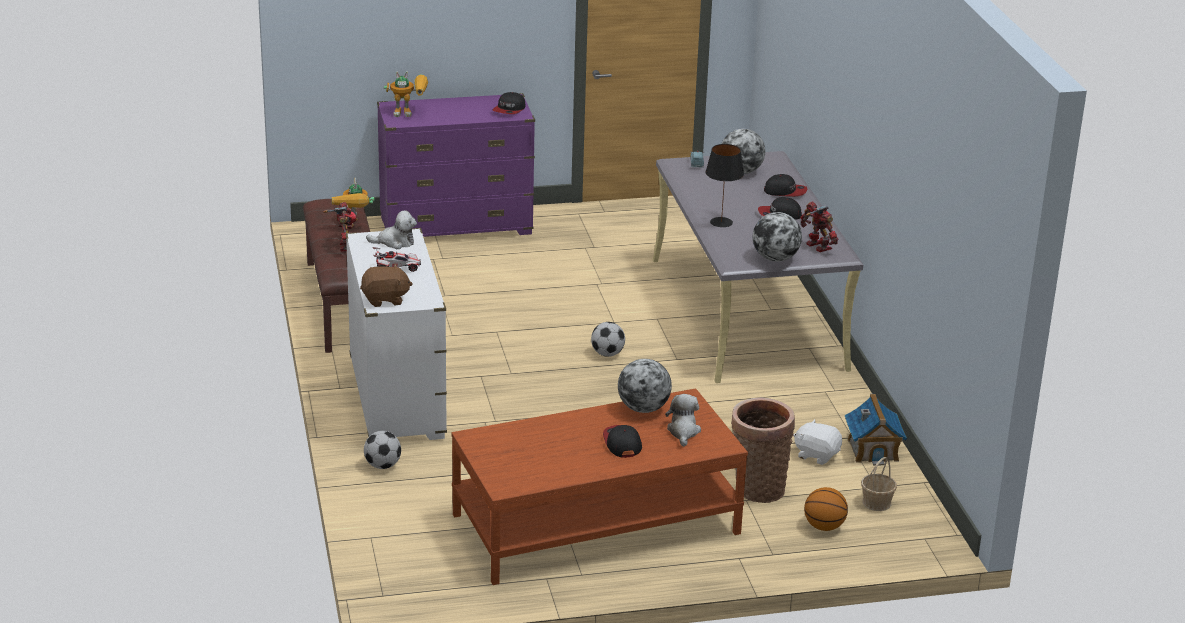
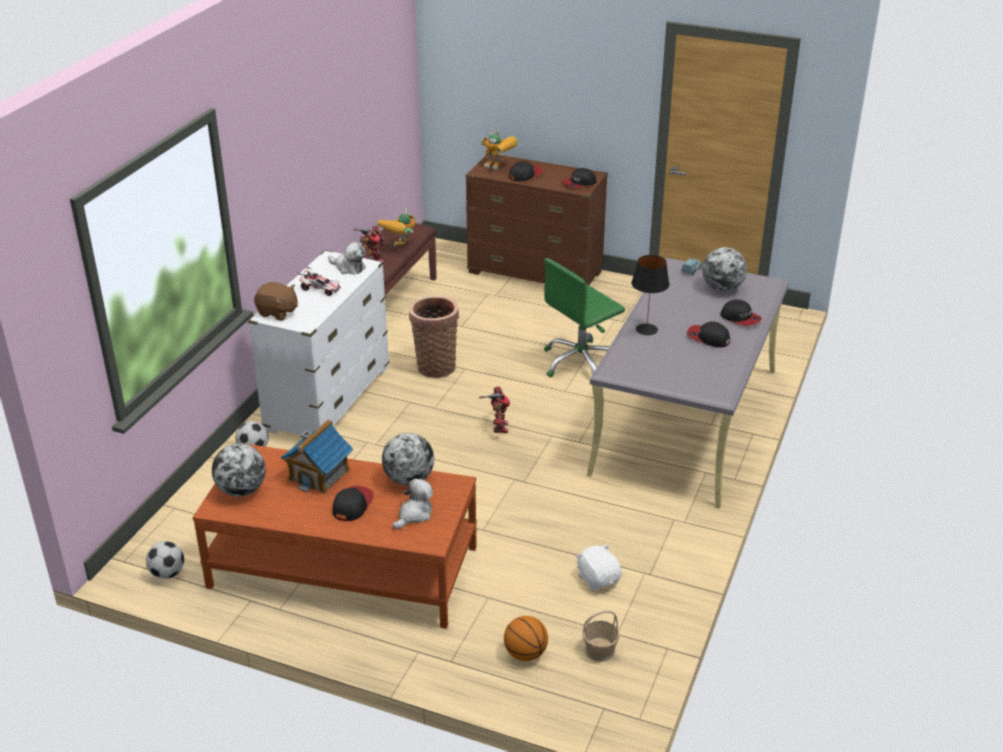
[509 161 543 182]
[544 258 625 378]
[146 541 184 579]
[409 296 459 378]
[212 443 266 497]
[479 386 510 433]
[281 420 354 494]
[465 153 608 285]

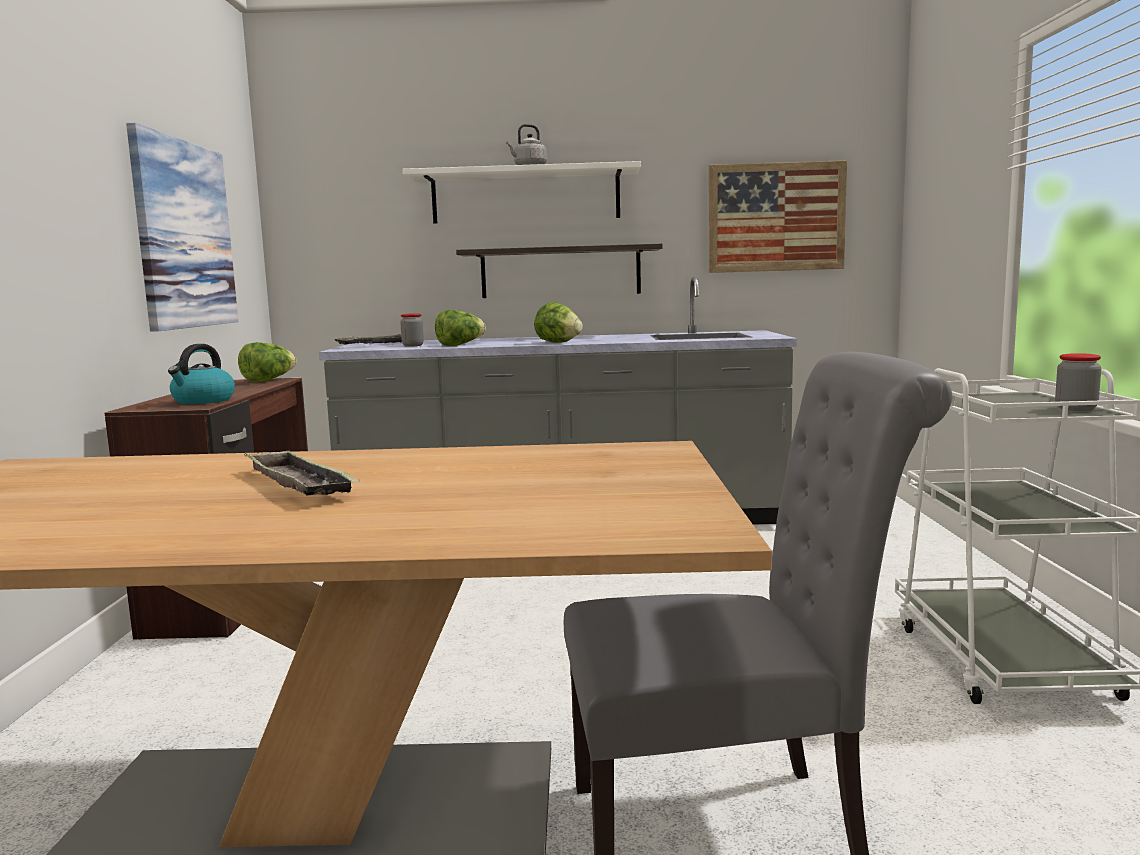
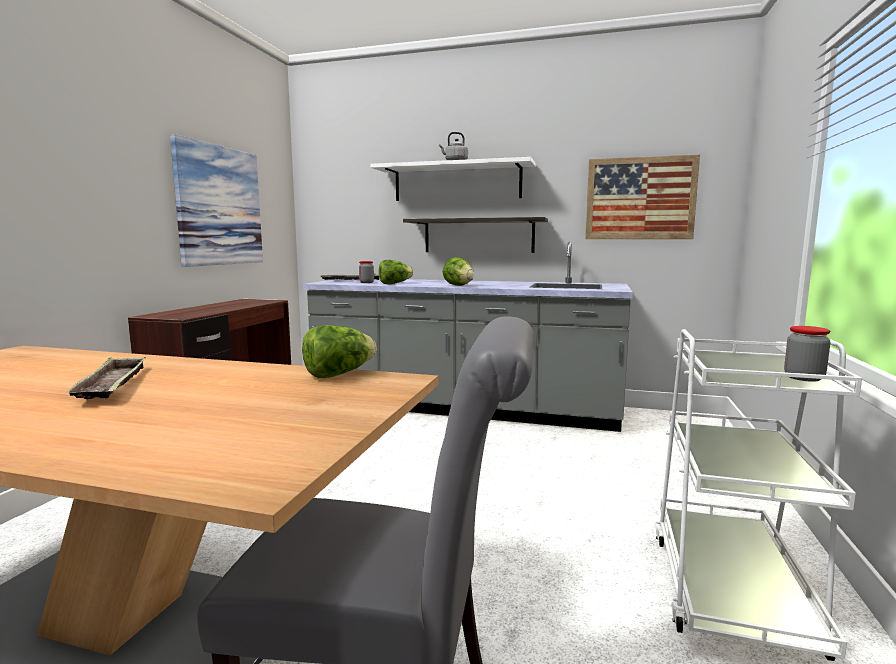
[168 344 235 404] (first image)
[302 325 376 378]

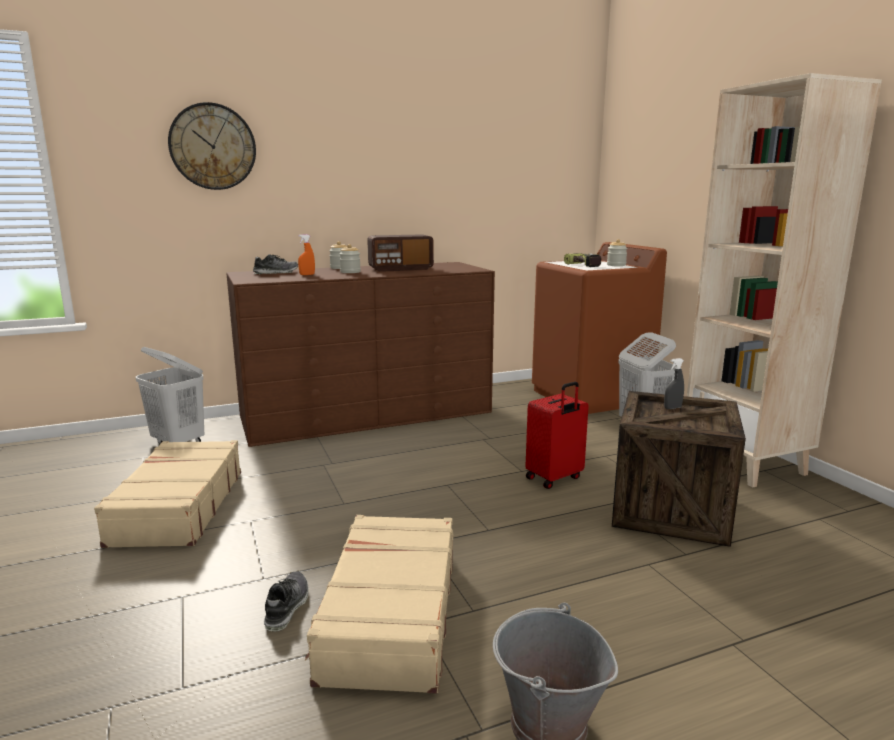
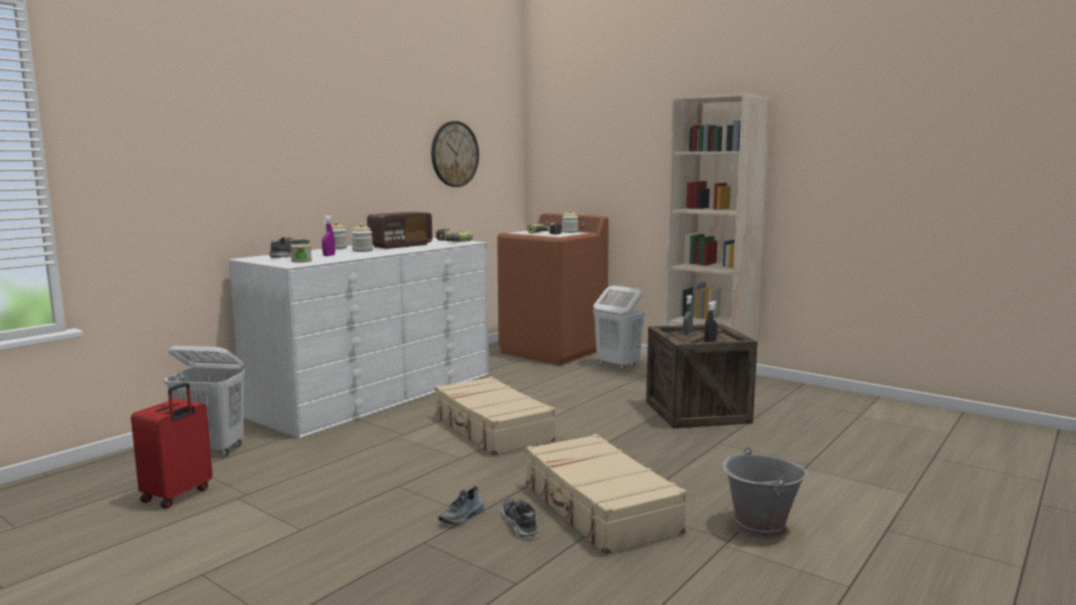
[290 240 312 263]
[436 229 473 242]
[438 486 485 525]
[704 301 717 342]
[435 376 556 455]
[431 121 479 187]
[131 382 213 509]
[229 237 489 438]
[322 215 335 256]

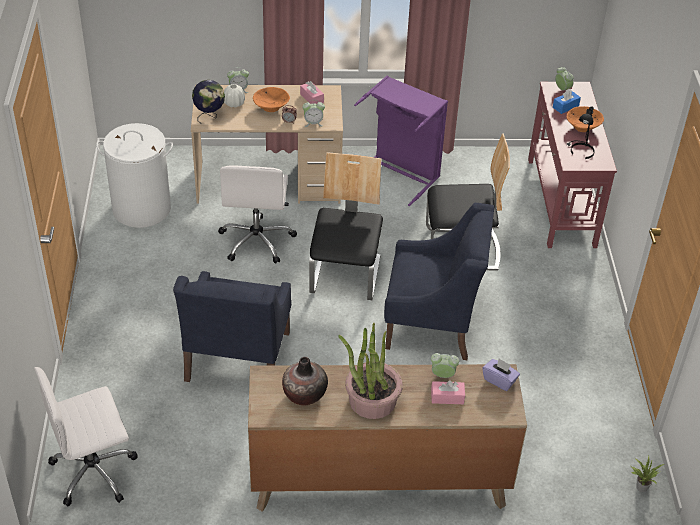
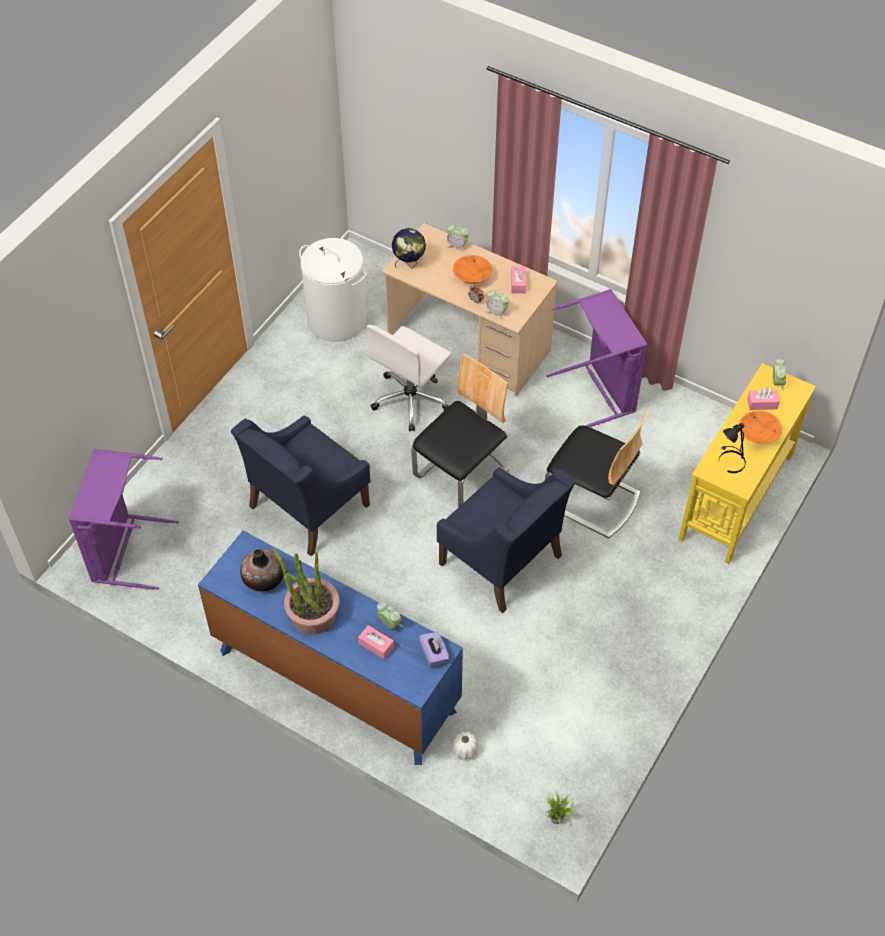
[452 732 478 760]
[69 449 179 590]
[198 531 463 765]
[678 363 816 564]
[747 388 780 410]

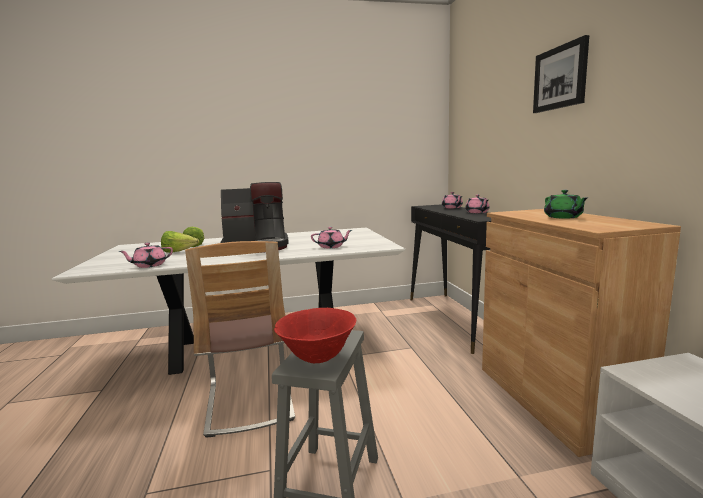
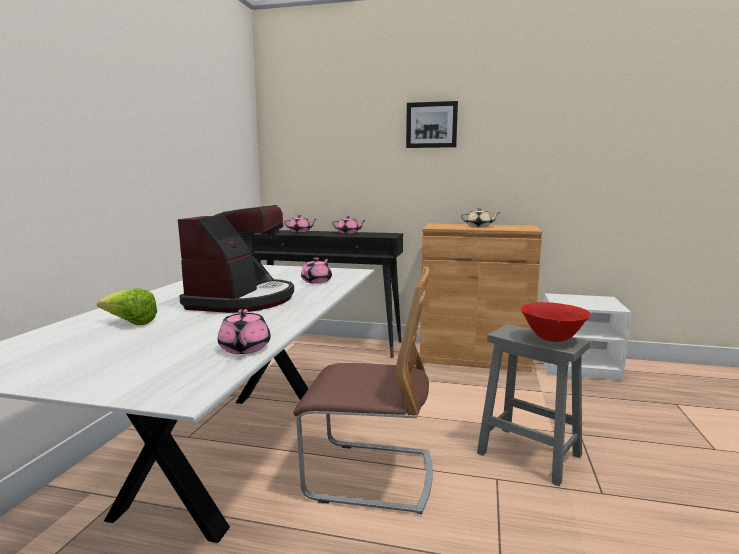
[161 231 199 253] (first image)
[461 208 500 227]

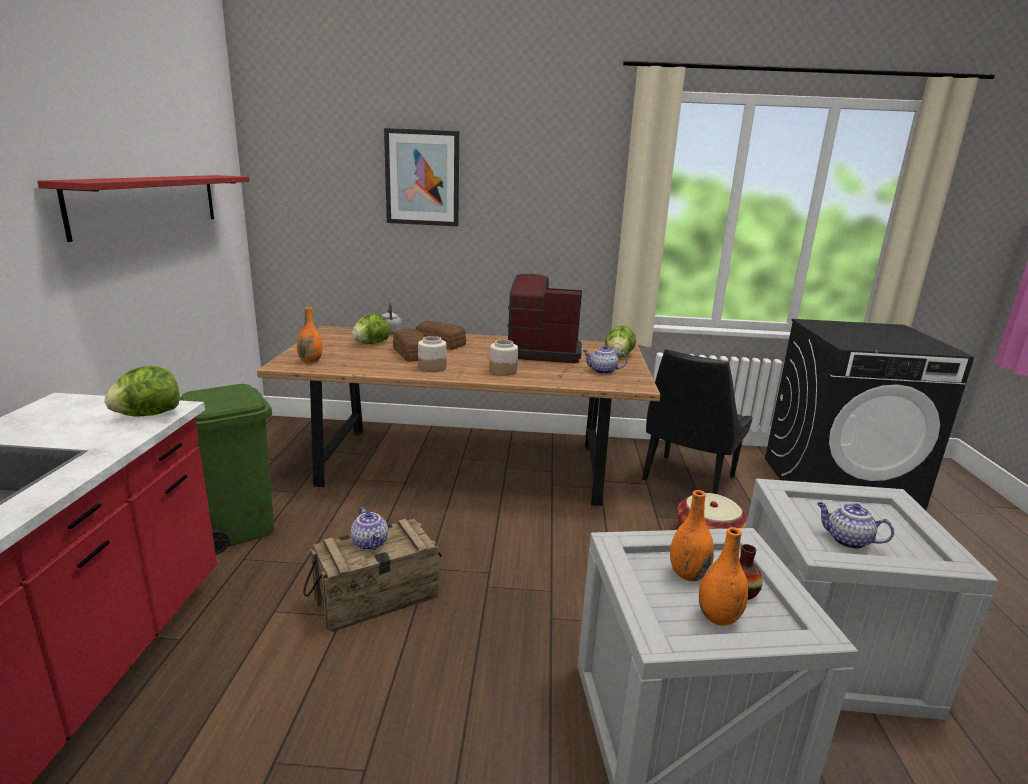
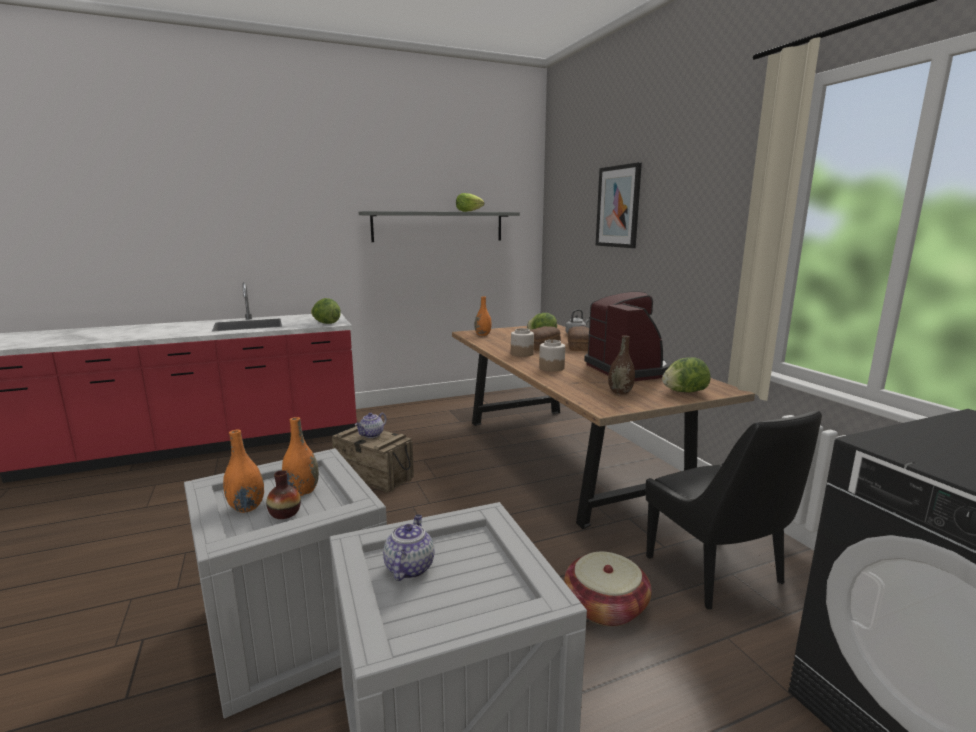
[179 384 274 555] (first image)
[456 193 484 212]
[608 335 635 394]
[359 211 520 242]
[646 411 822 609]

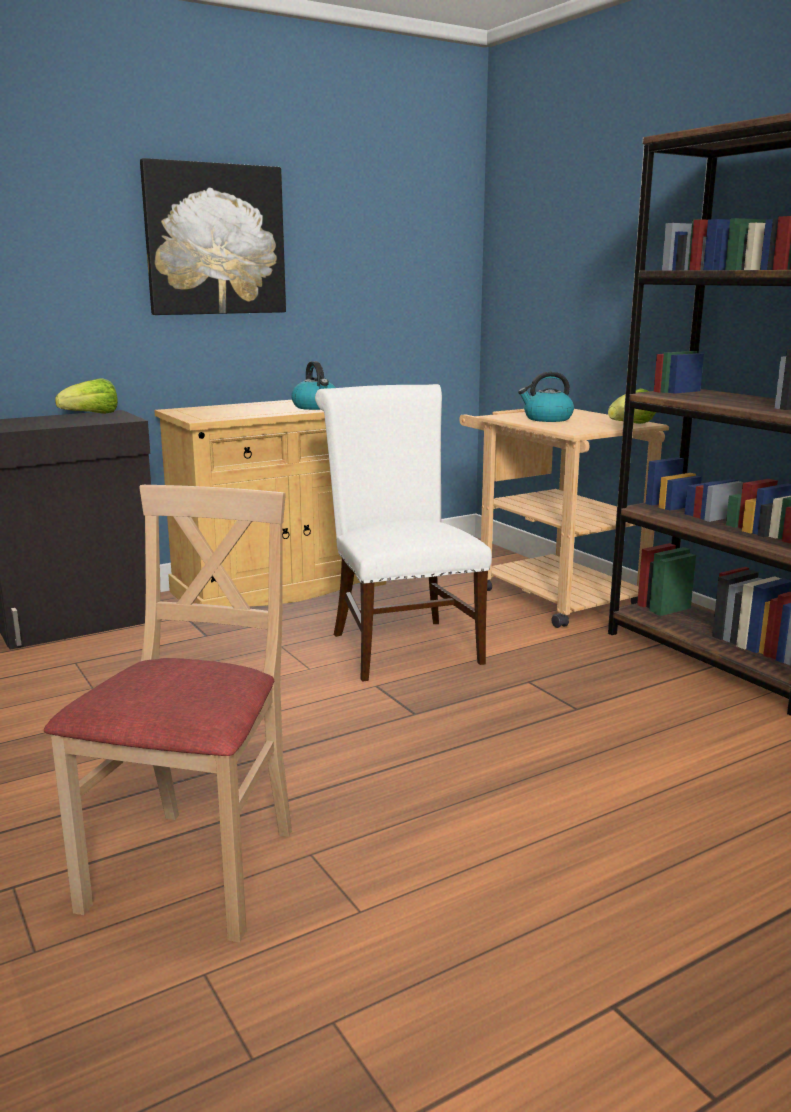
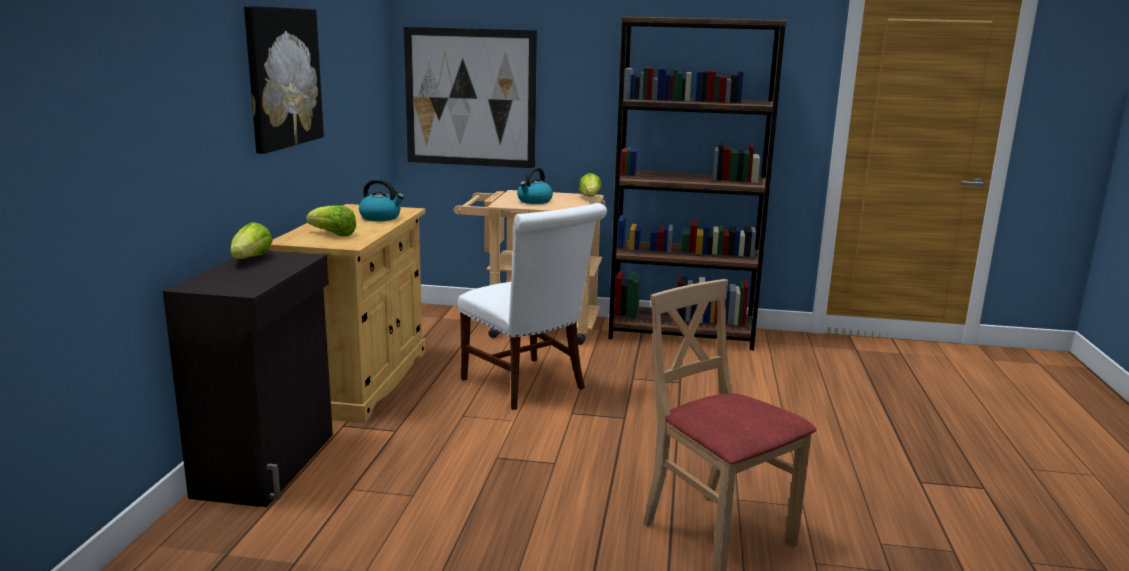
[306 205 356 236]
[404 27 537 168]
[458 203 607 410]

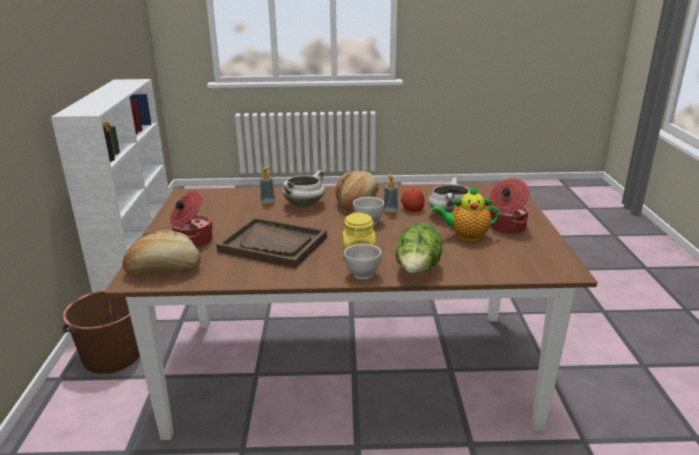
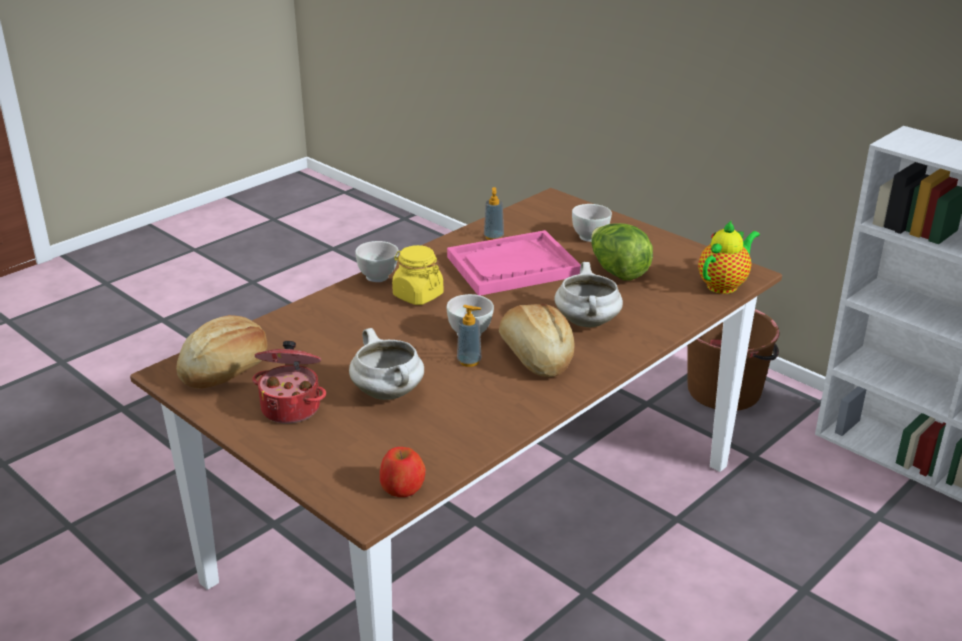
[176 315 268 389]
[484 187 504 240]
[591 223 653 281]
[380 447 426 497]
[698 220 760 294]
[572 204 612 242]
[447 230 581 296]

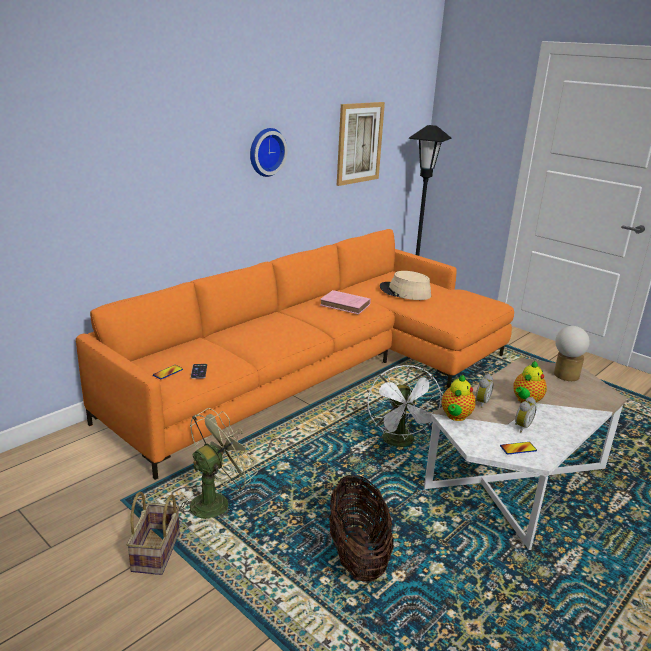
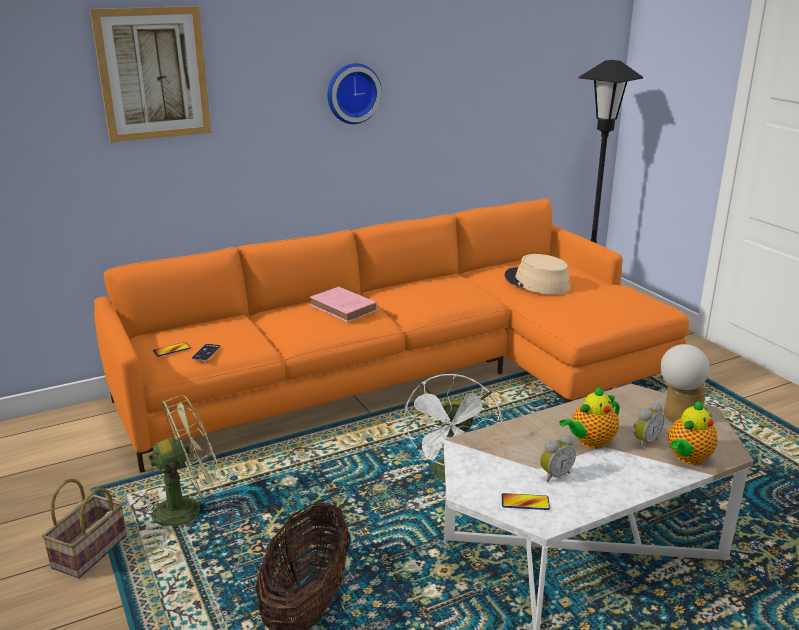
[310 287 378 322]
[90 6 211 143]
[668 400 718 465]
[633 403 664 449]

